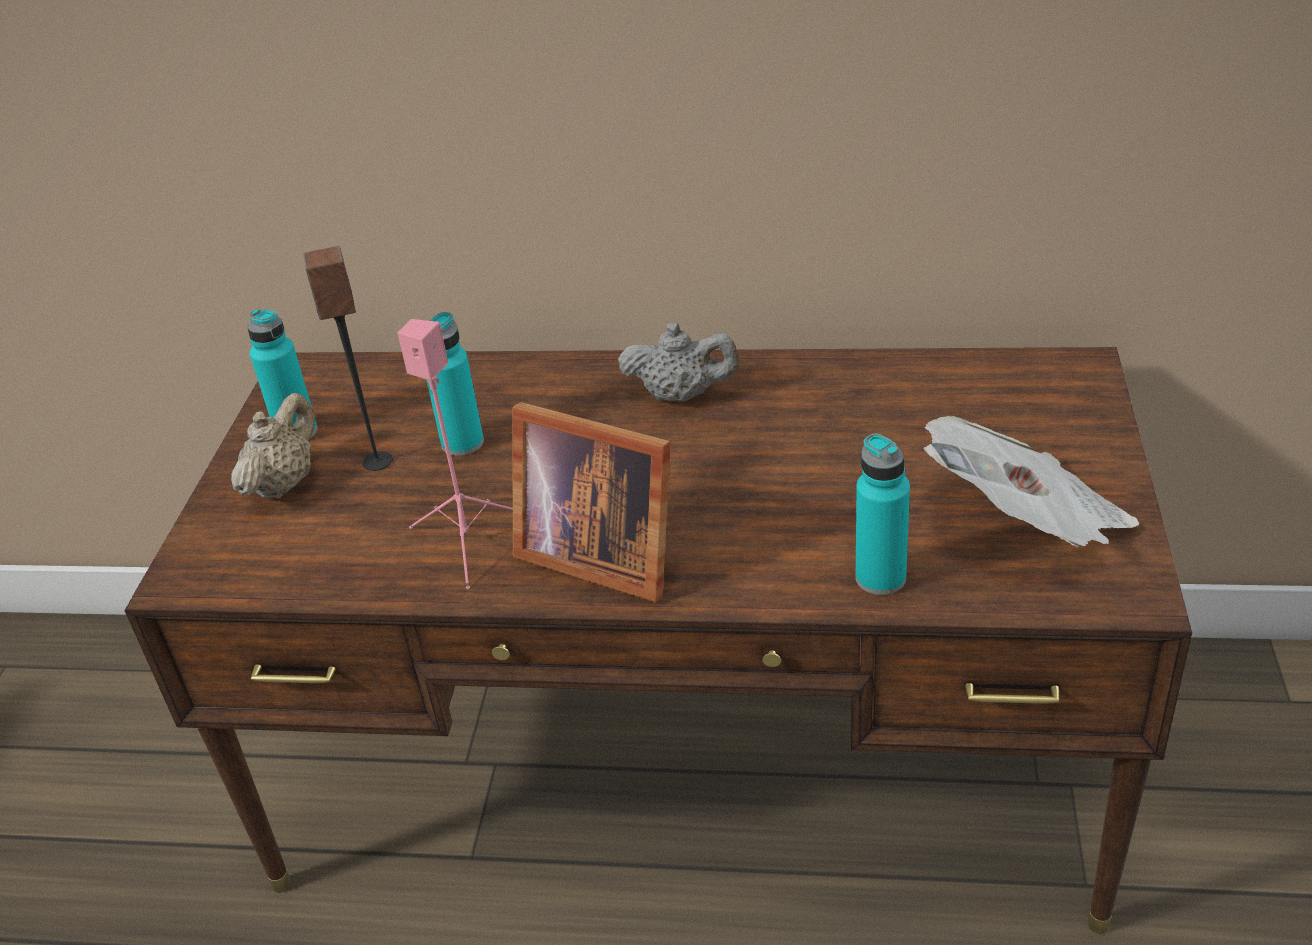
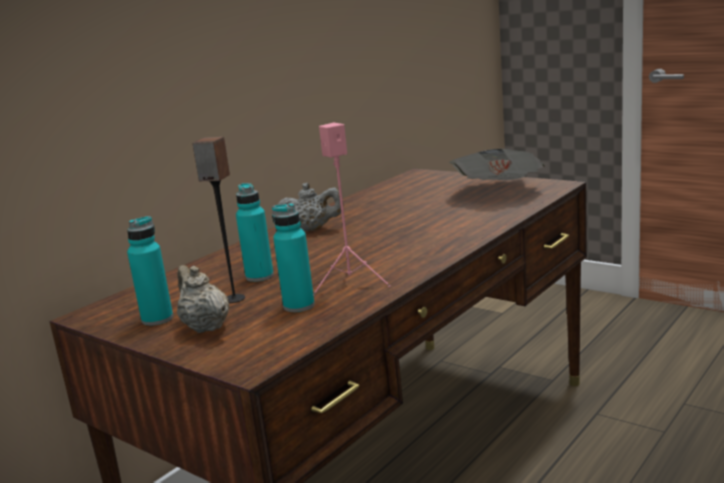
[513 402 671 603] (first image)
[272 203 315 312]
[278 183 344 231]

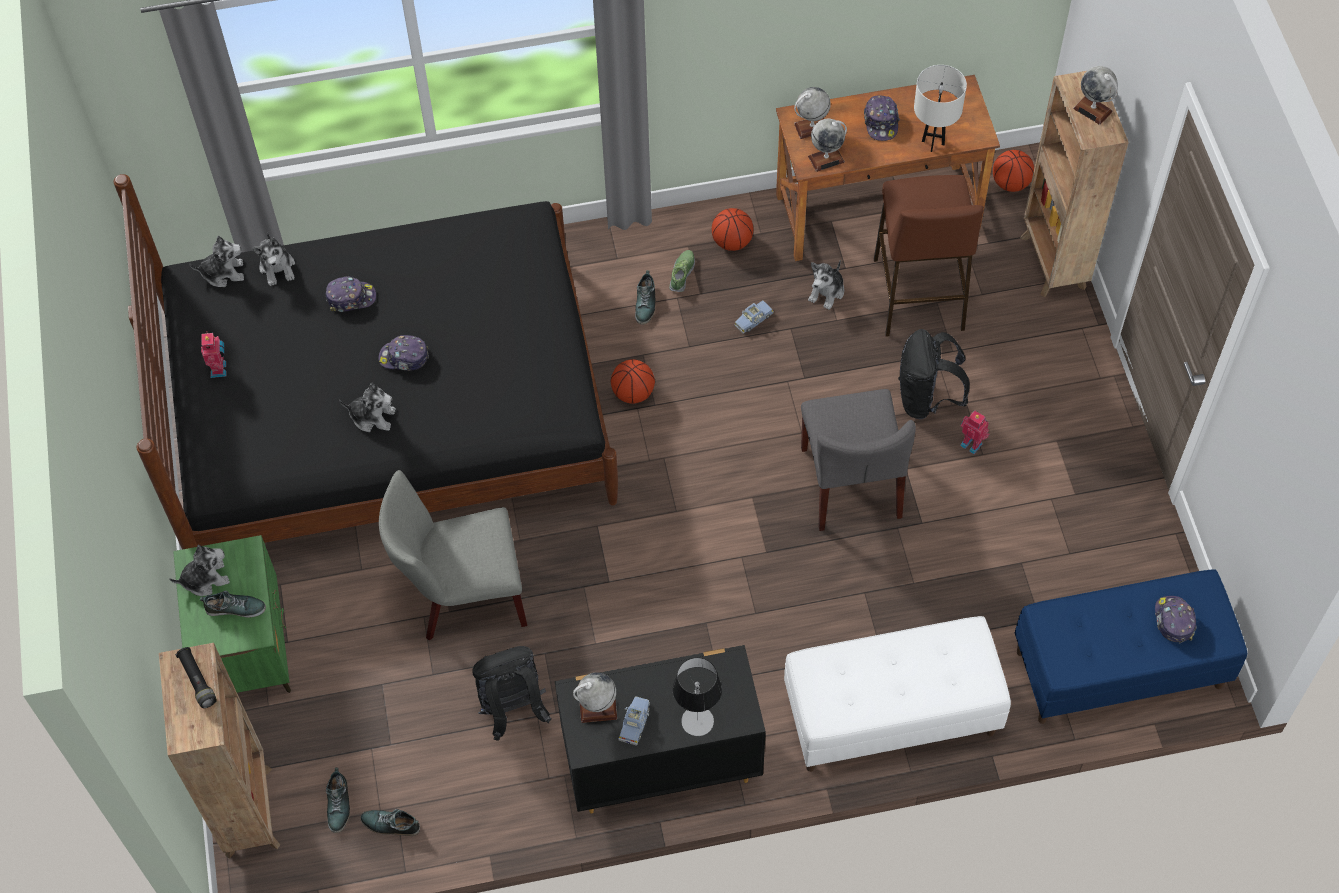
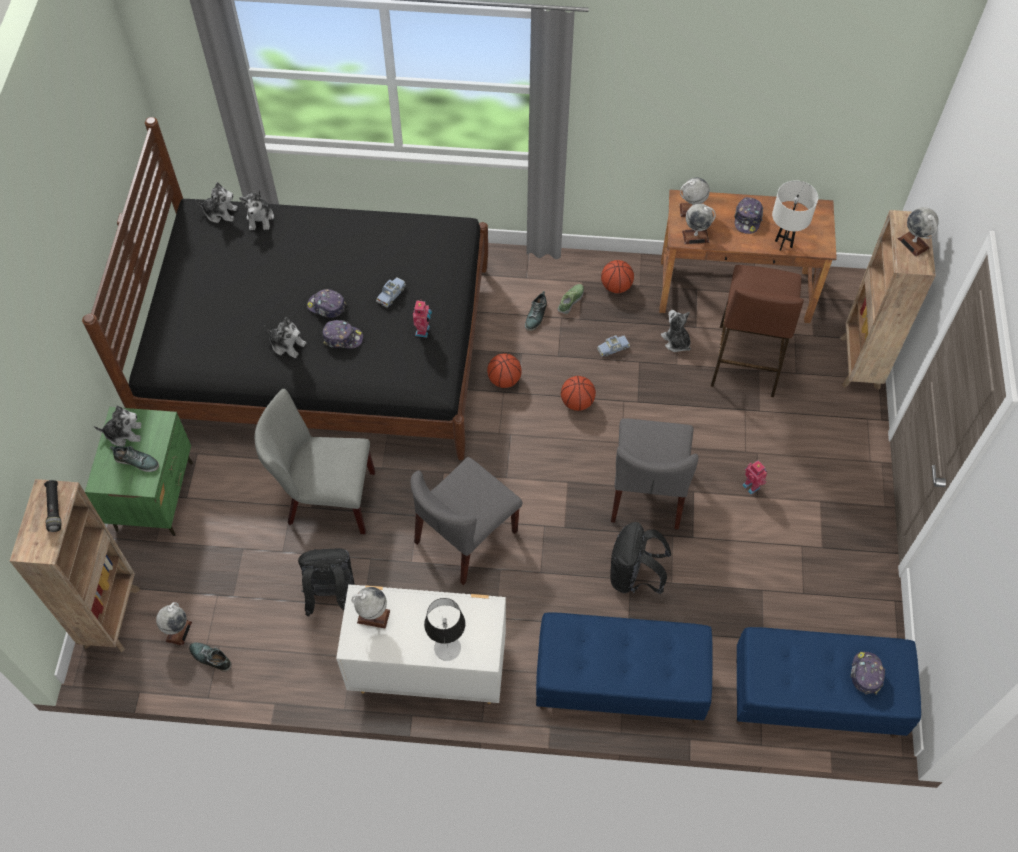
[411 457 522 585]
[413 300 432 338]
[323 320 363 349]
[376 277 406 308]
[610 522 671 594]
[561 376 596 411]
[156 602 192 646]
[336 584 506 704]
[536 613 713 723]
[661 310 691 352]

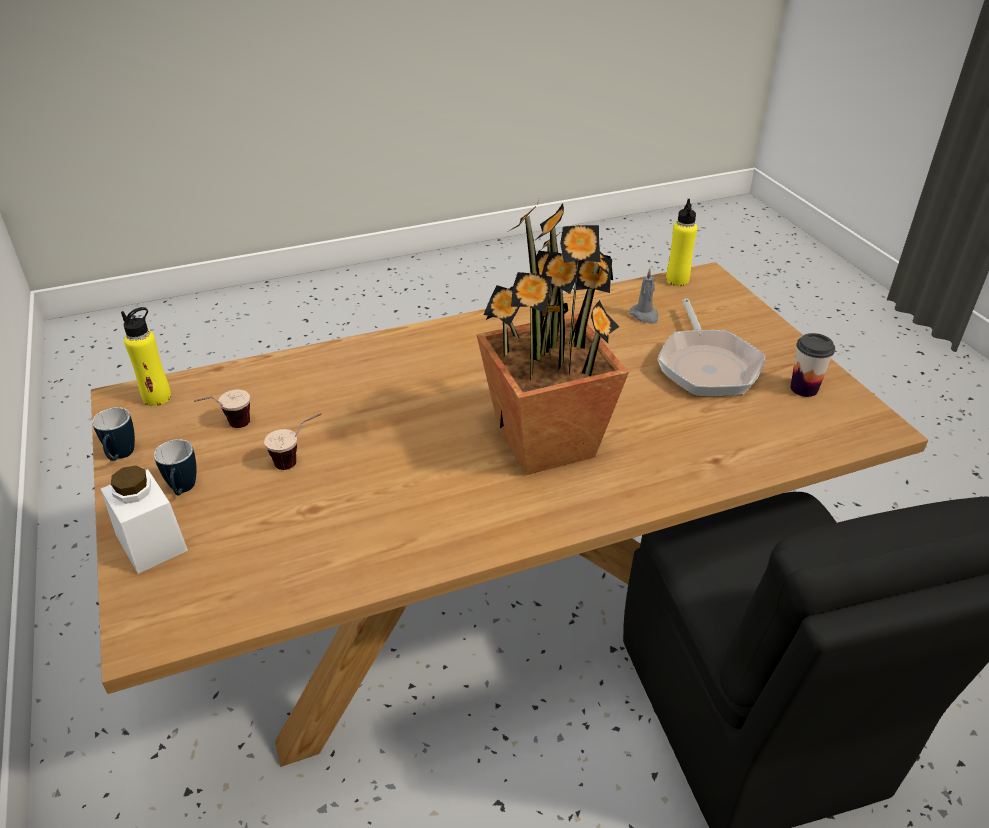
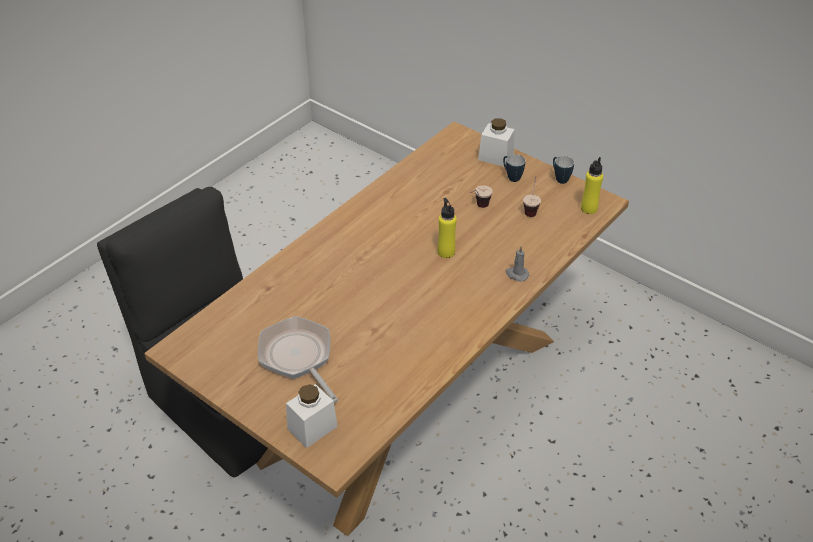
[476 199 629 475] (first image)
[790 333 835 397] (first image)
[286 384 338 448]
[506 246 529 282]
[438 198 457 258]

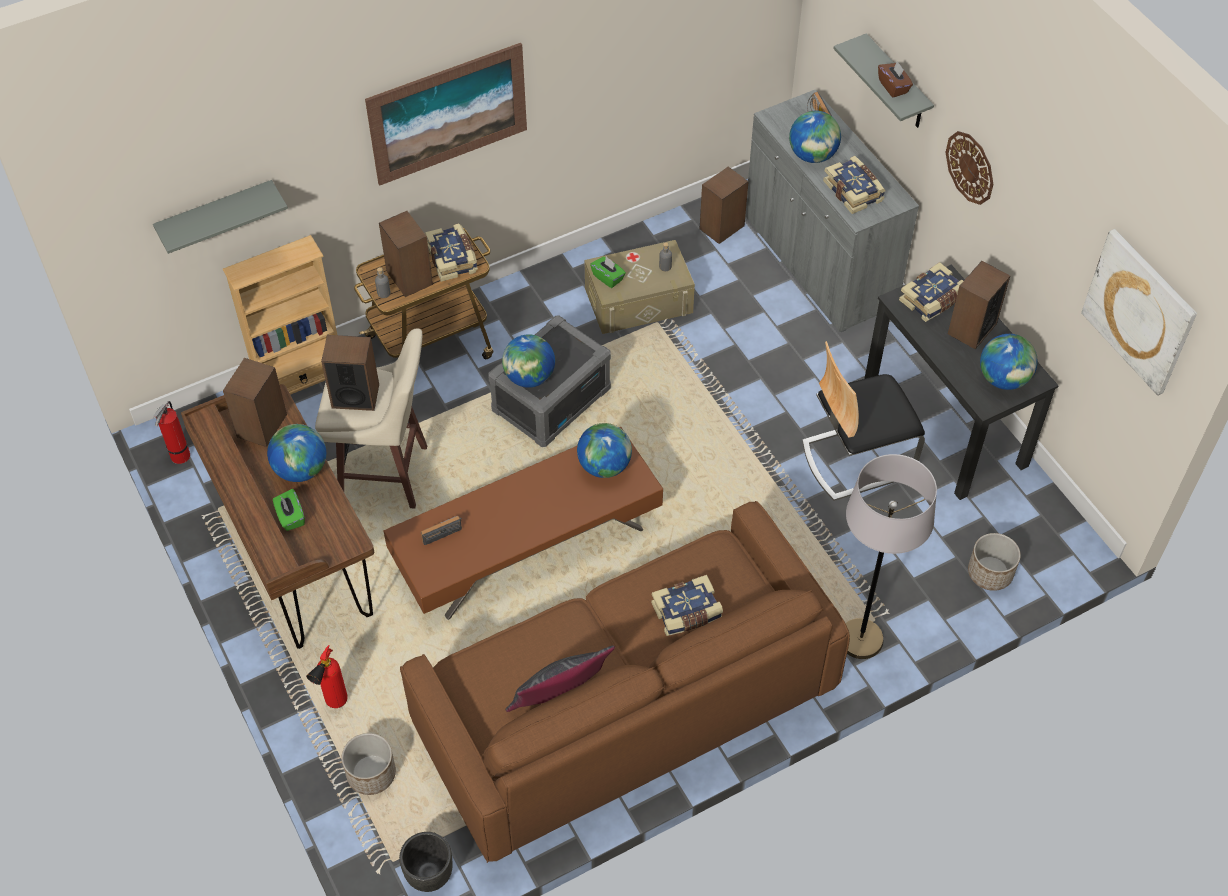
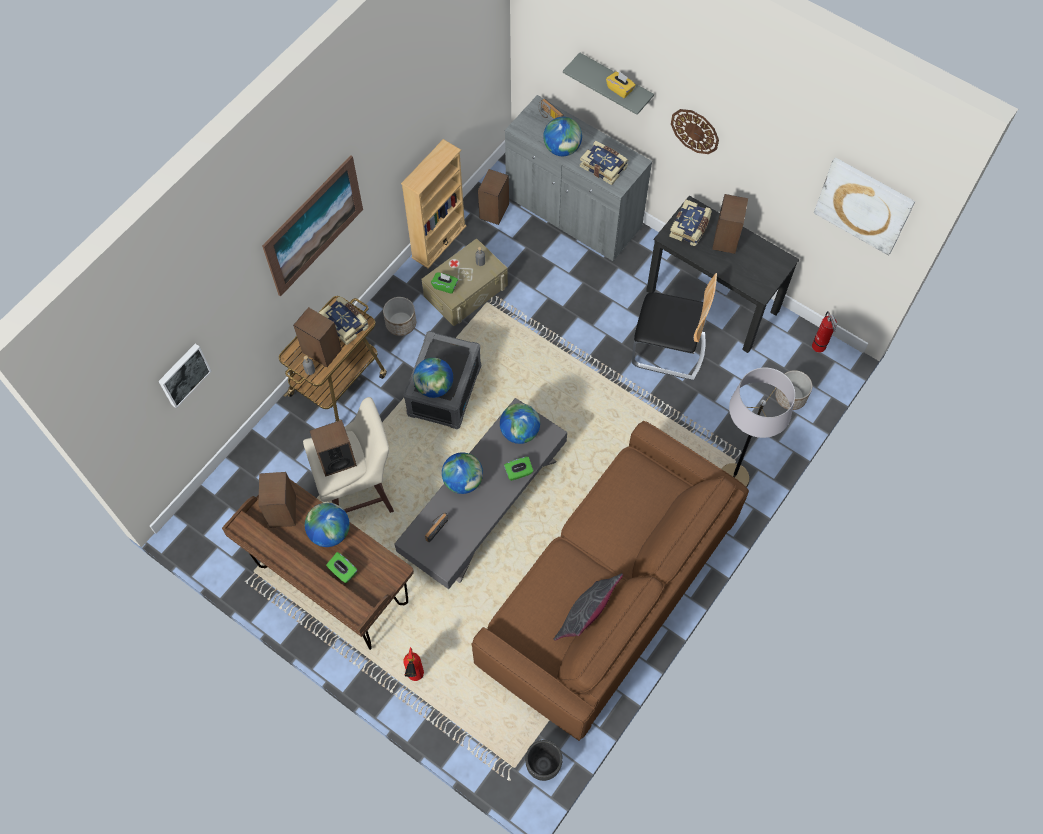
[651 575 723 636] (first image)
[504 457 533 481]
[812 311 837 353]
[401 139 466 268]
[383 297 416 336]
[442 452 483 494]
[158 344 211 408]
[394 398 567 589]
[606 71 636 98]
[632 273 717 381]

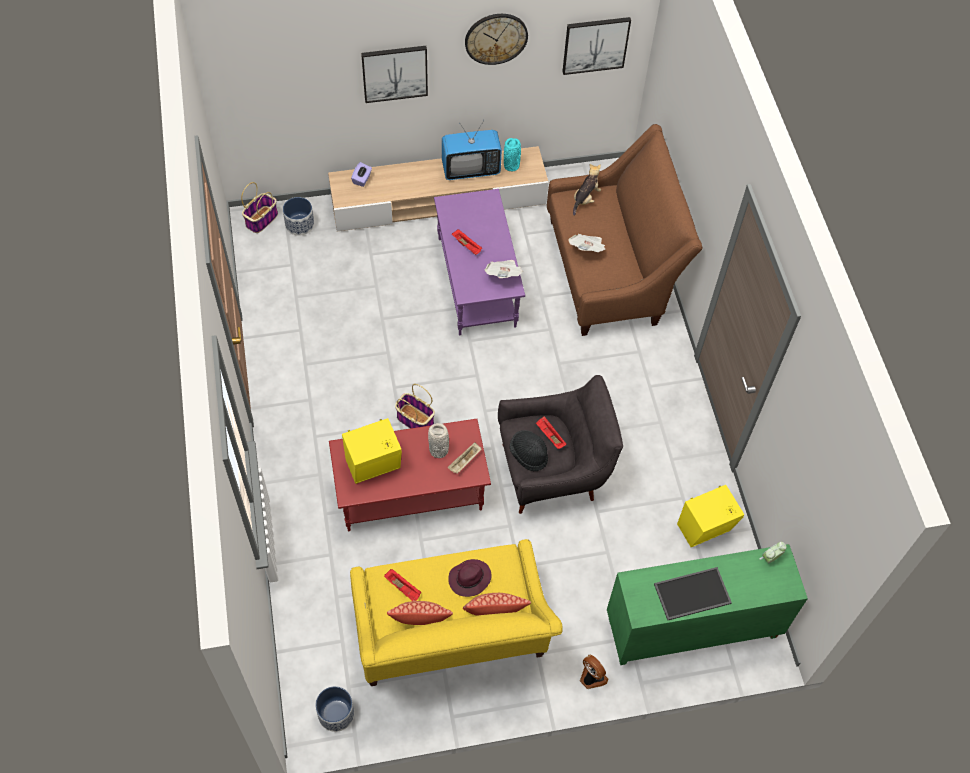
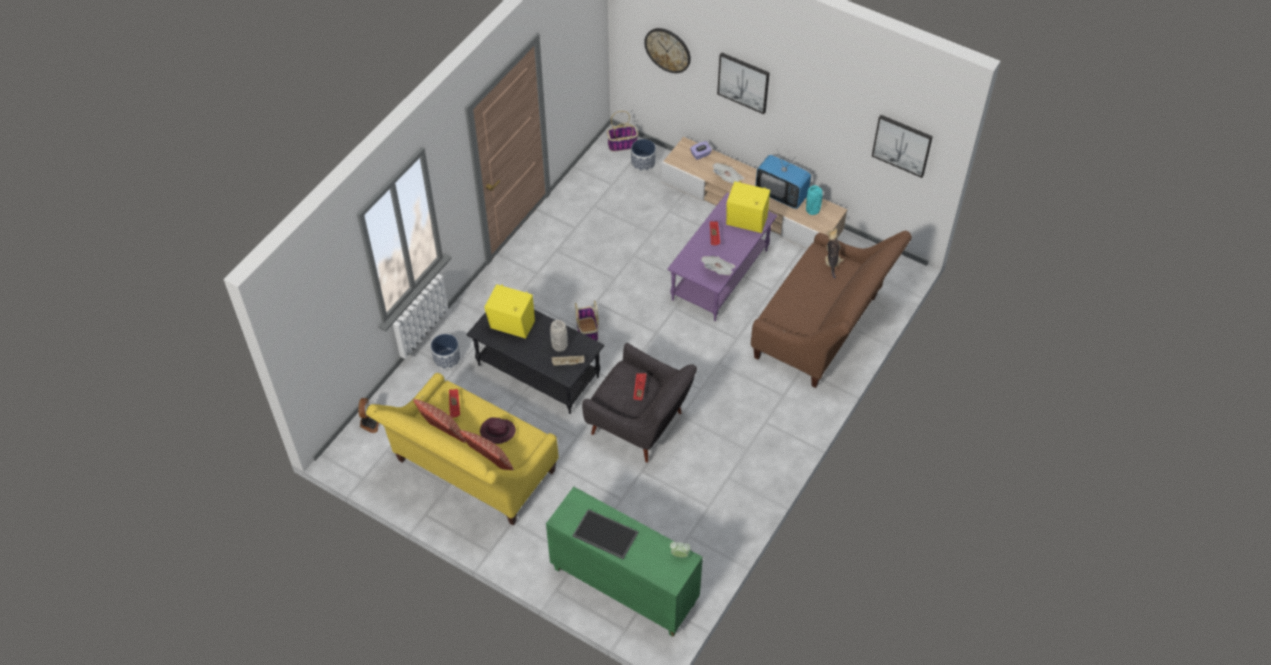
[510 430 548 472] (first image)
[431 334 460 370]
[644 28 691 73]
[713 163 745 184]
[358 398 379 433]
[726 181 770 233]
[467 309 604 414]
[825 228 844 279]

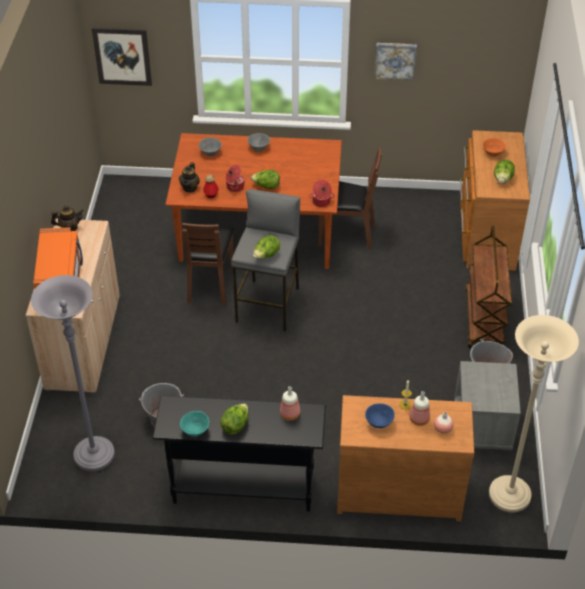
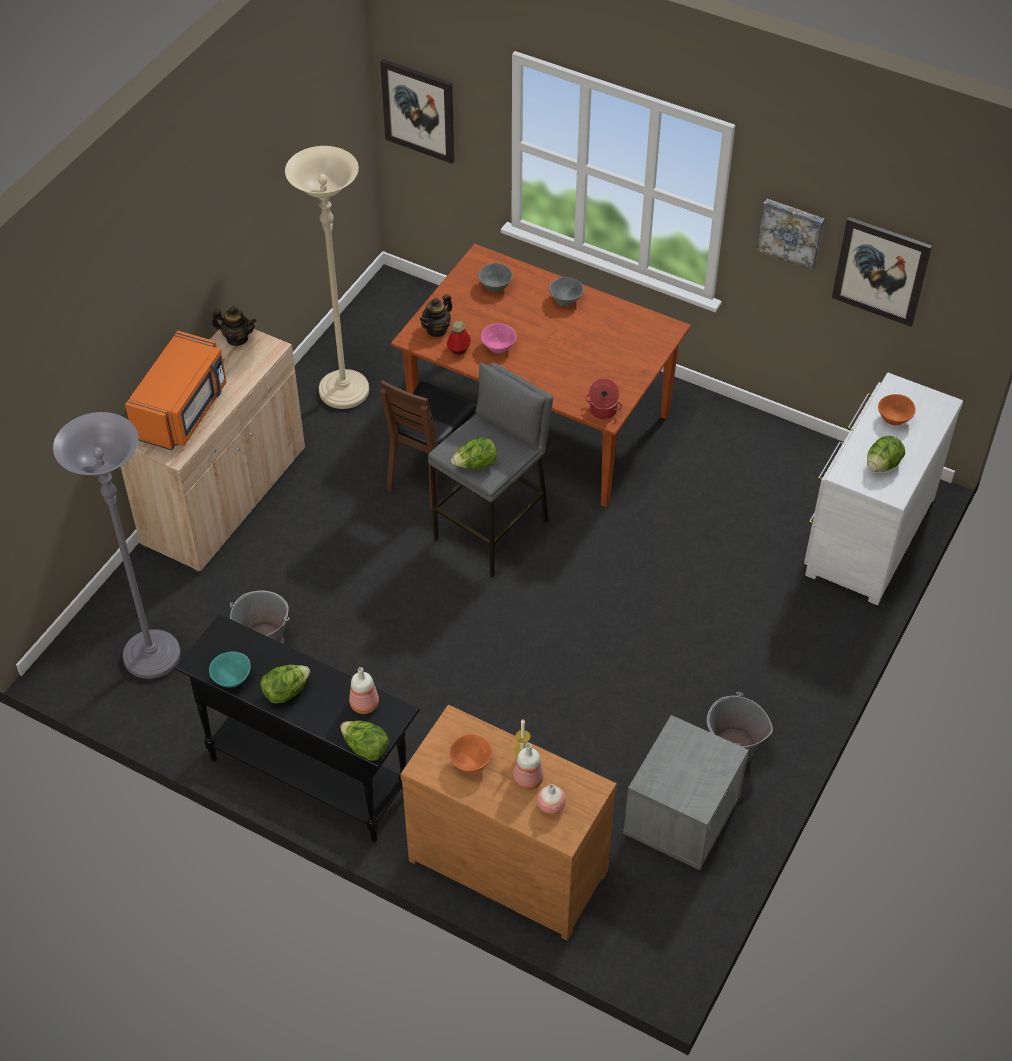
[318 147 382 250] (first image)
[465 226 512 348] (first image)
[832 217 932 327]
[340 721 389 761]
[285 146 369 409]
[481 323 516 353]
[449 734 493 772]
[804 373 963 605]

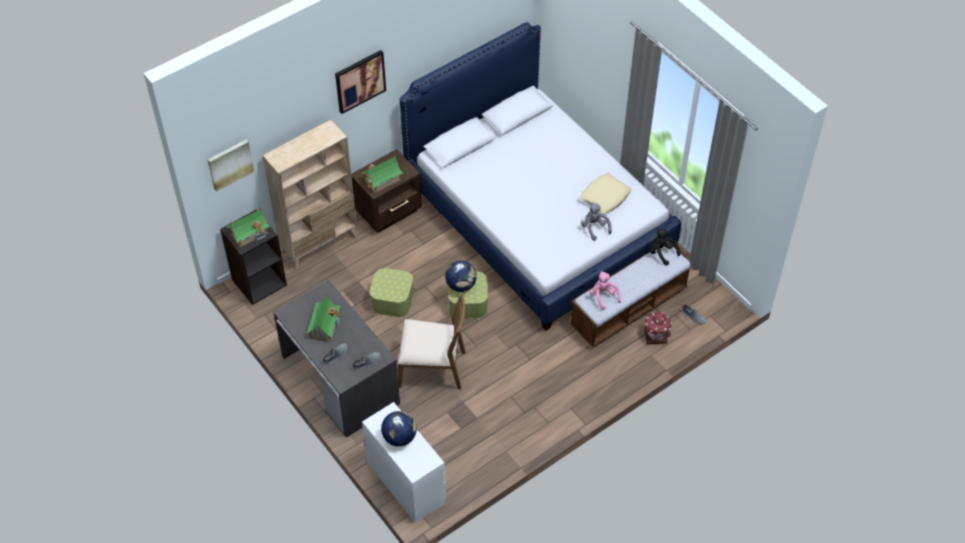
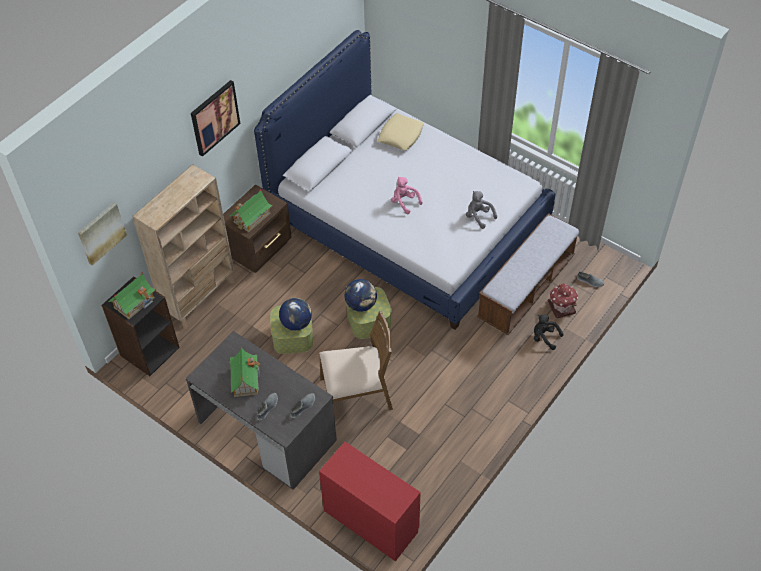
[279 298 312 331]
[378 113 424 151]
[391 177 423 214]
[534 315 564 350]
[319 442 421 561]

